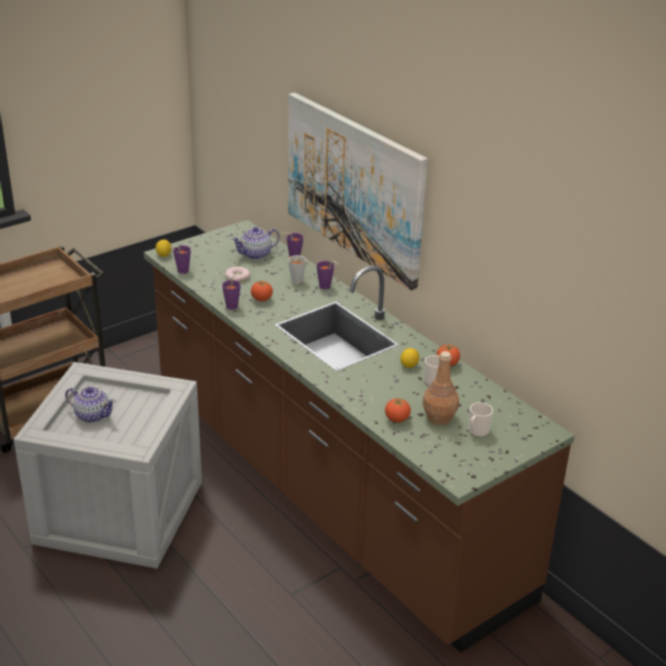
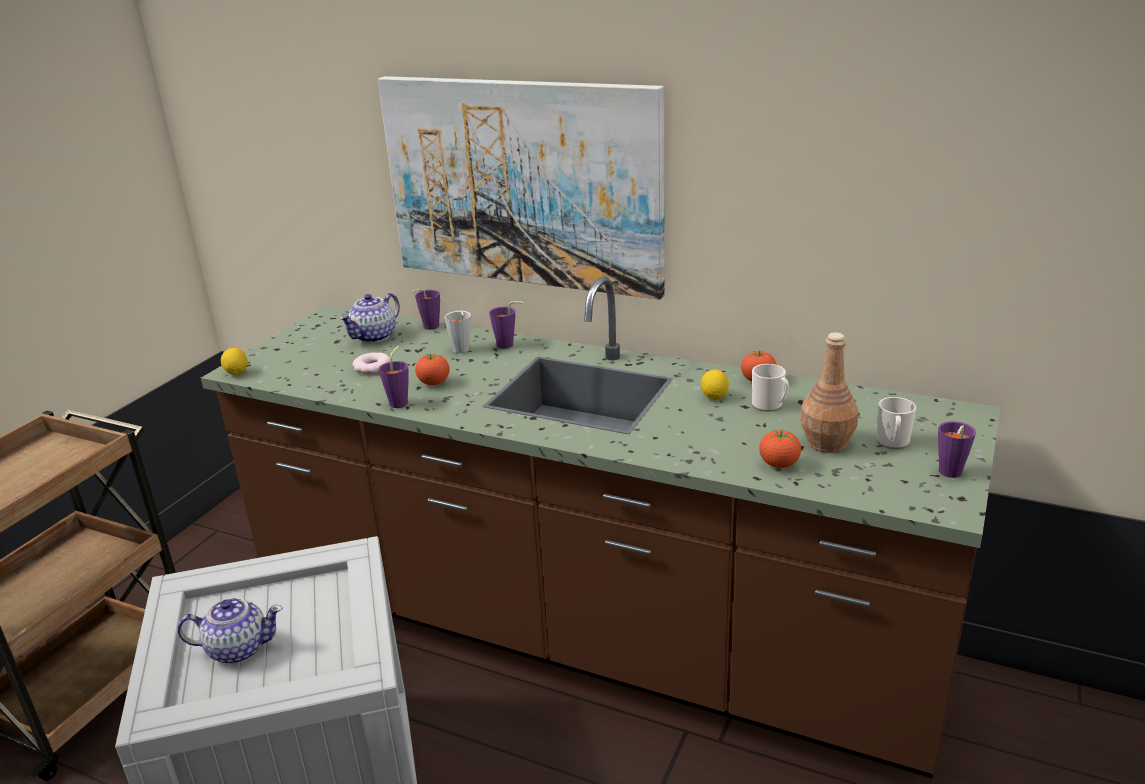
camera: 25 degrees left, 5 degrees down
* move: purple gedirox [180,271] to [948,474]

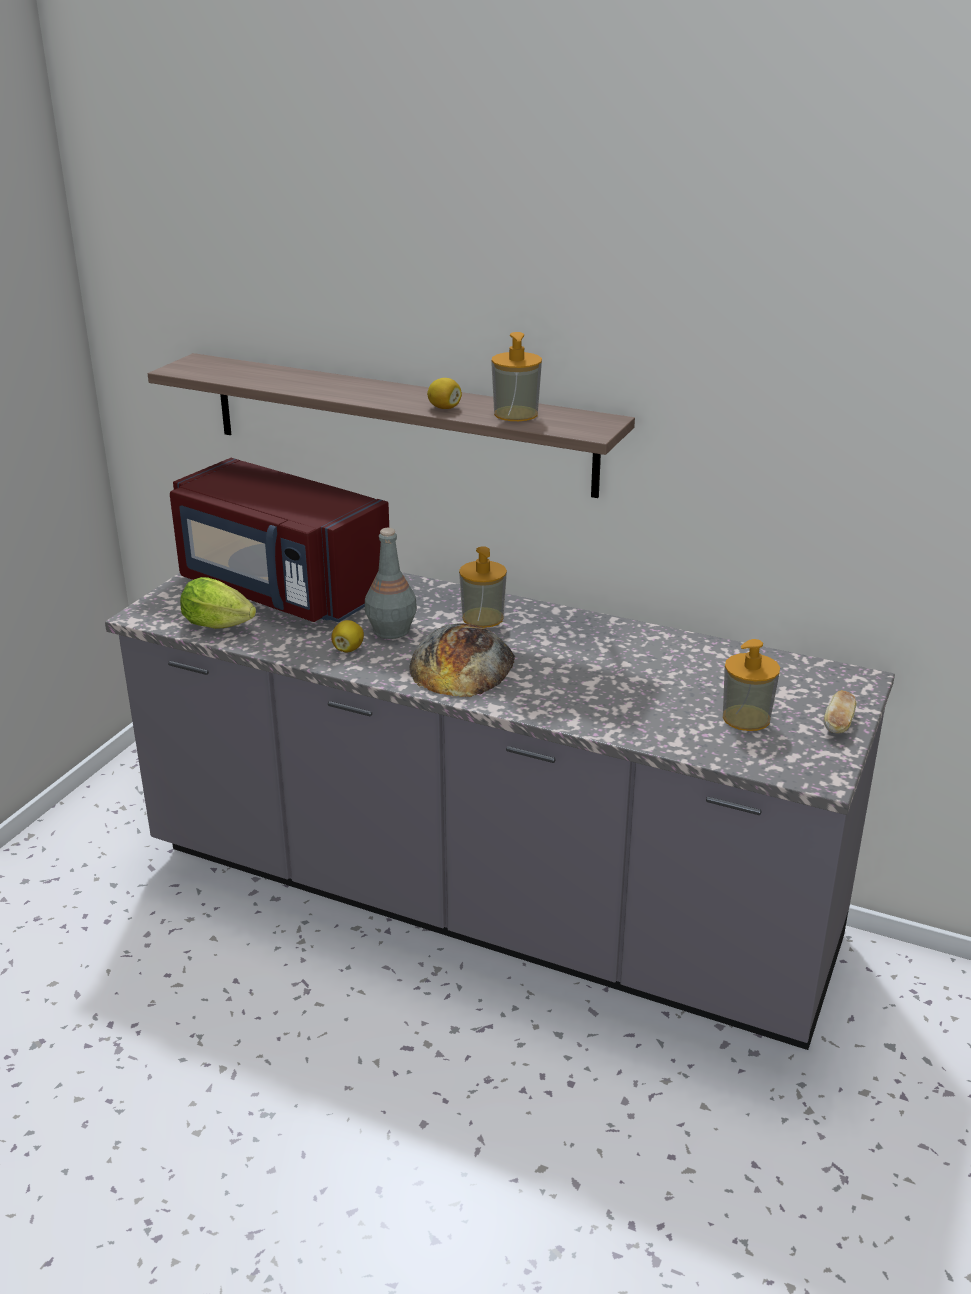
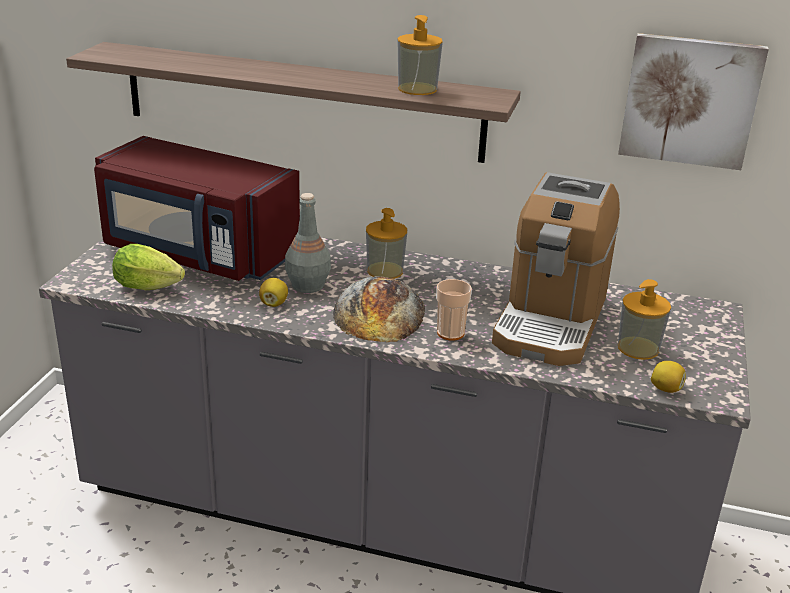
camera: 10 degrees left, 0 degrees up
* move: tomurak [444,408] to [666,389]
* delete: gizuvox [838,724]
* insert: gedirox [450,333]
* insert: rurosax [551,320]
* insert: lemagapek [690,101]

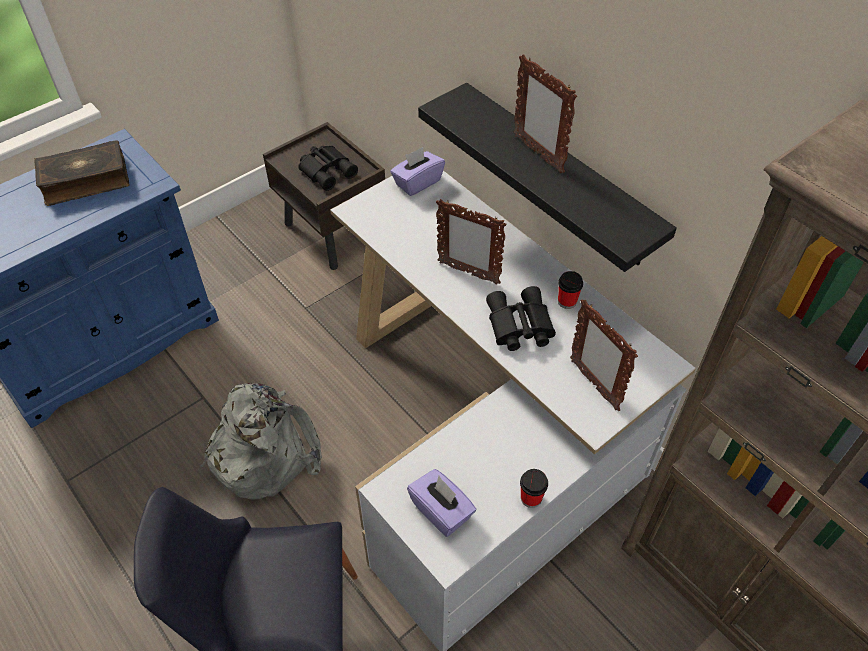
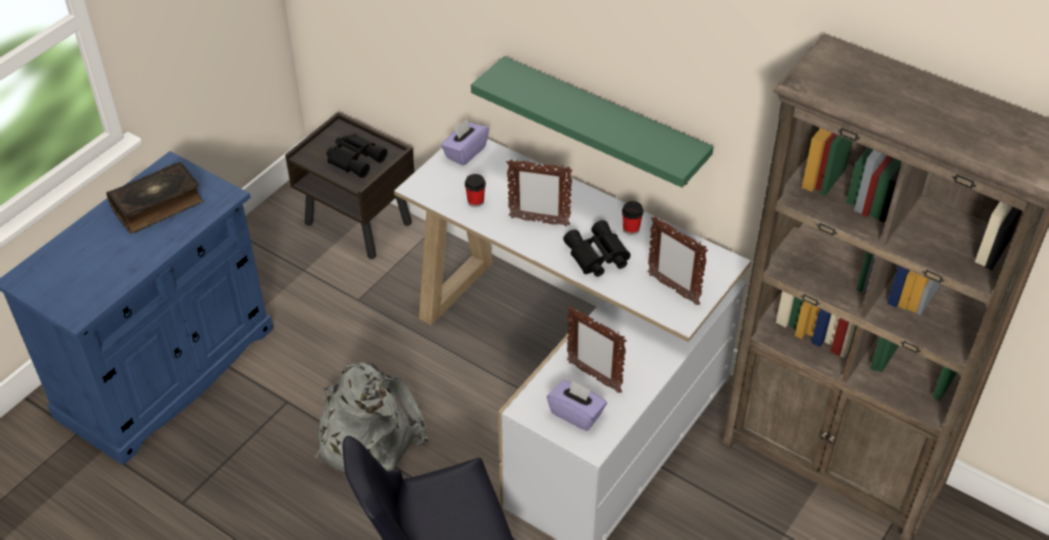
camera: 15 degrees left, 5 degrees down
* recolor: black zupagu [558,176] to green zupagu [603,122]
* move: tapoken [538,154] to [593,377]
* move: gedirox [531,498] to [475,201]

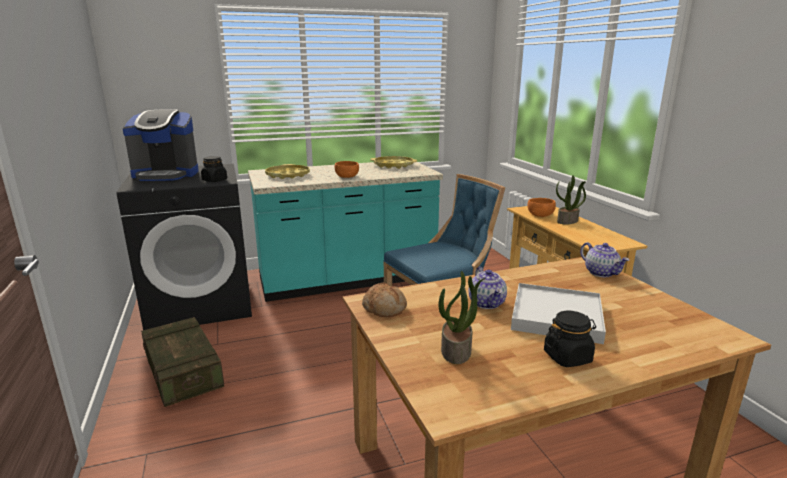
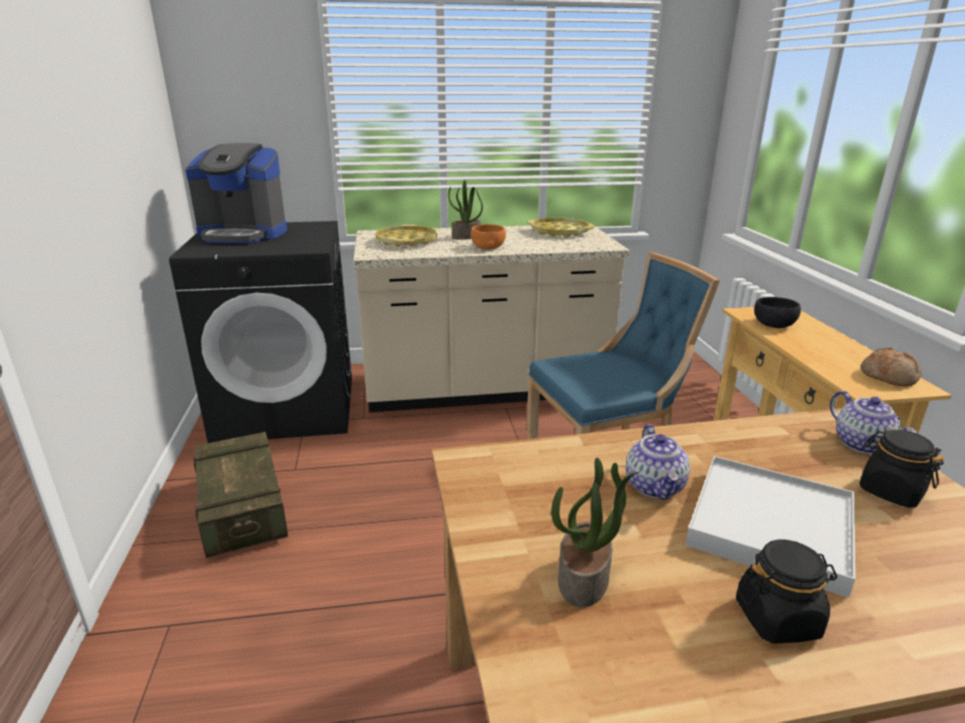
camera: 10 degrees right, 5 degrees up
* move: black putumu [214,180] to [890,491]
* recolor: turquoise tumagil [347,280] to beige tumagil [484,389]
* move: gizuvox [384,308] to [889,377]
* recolor: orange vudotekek [540,215] to black vudotekek [774,324]
* move: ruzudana [567,221] to [466,237]

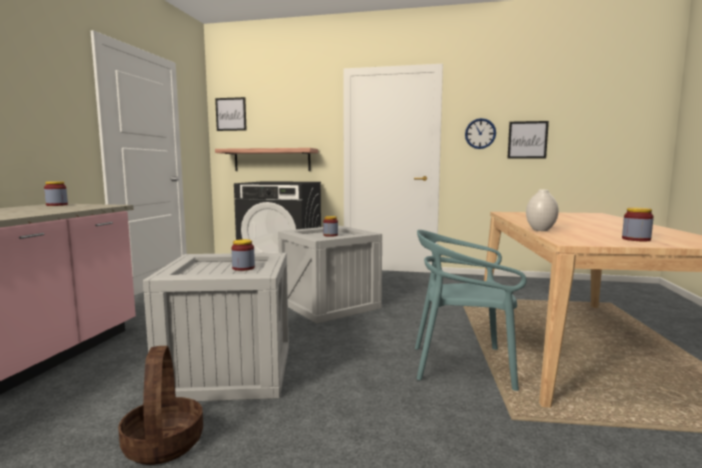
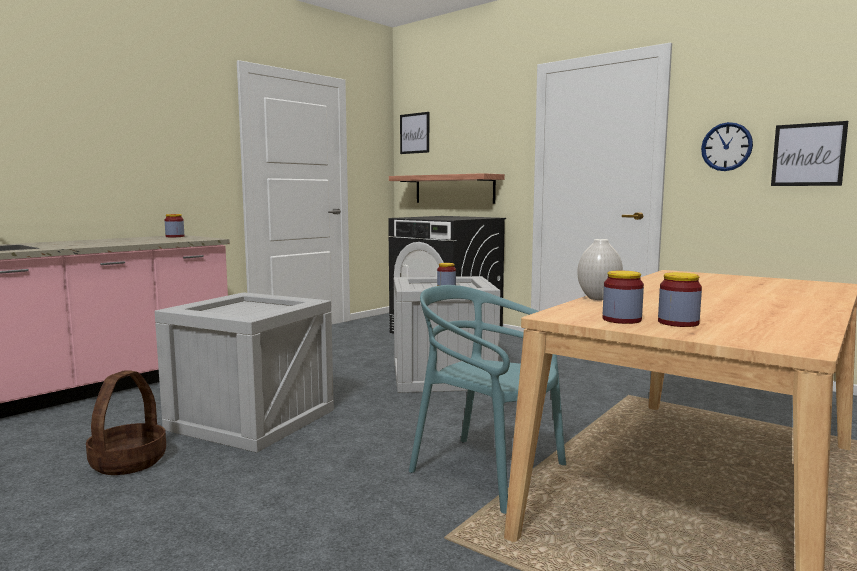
camera: 30 degrees right, 0 degrees up
* move: putumu [243,268] to [621,320]

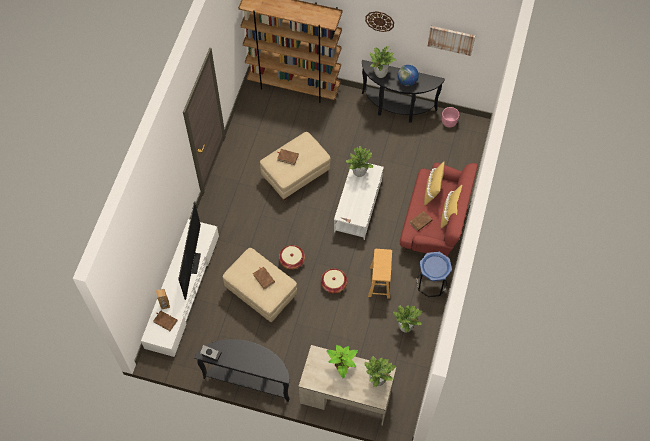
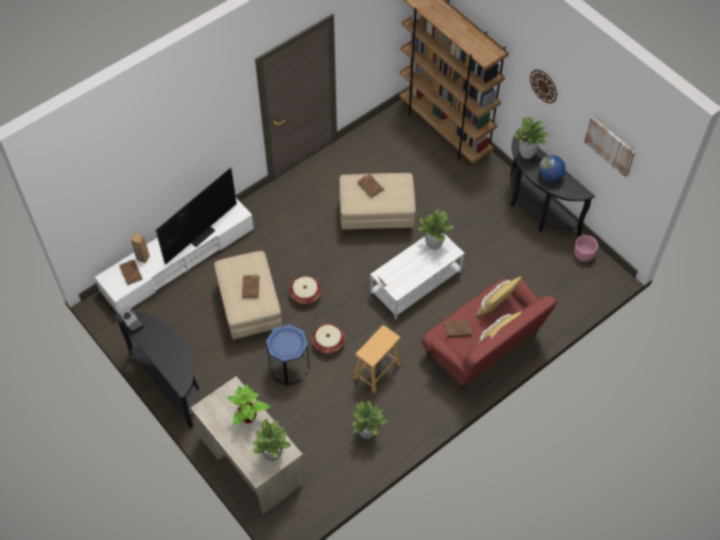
camera: 35 degrees right, 5 degrees down
* move: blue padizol [431,283] to [289,367]

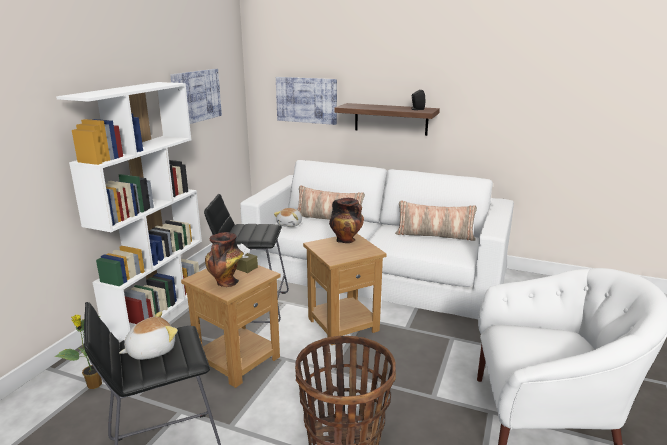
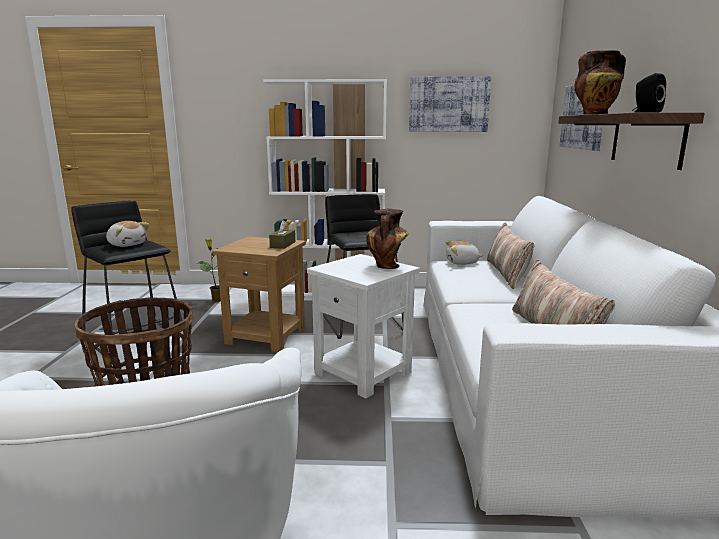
camera: 70 degrees right, 5 degrees down
* move: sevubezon [226,282] to [594,114]
* recolor: brown padizol [343,324] to white padizol [364,373]

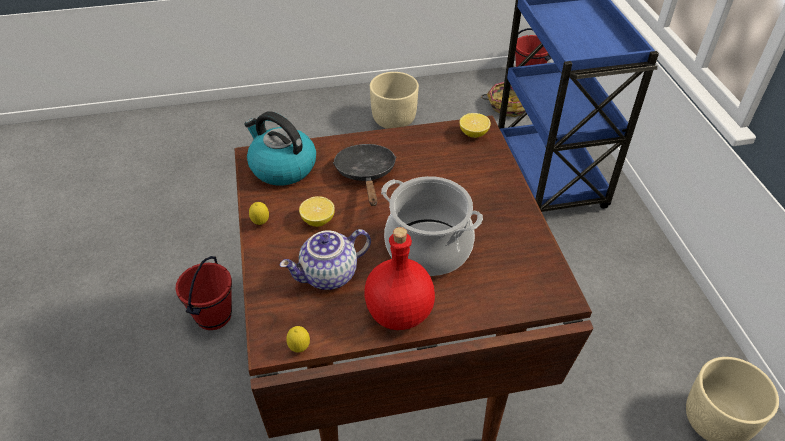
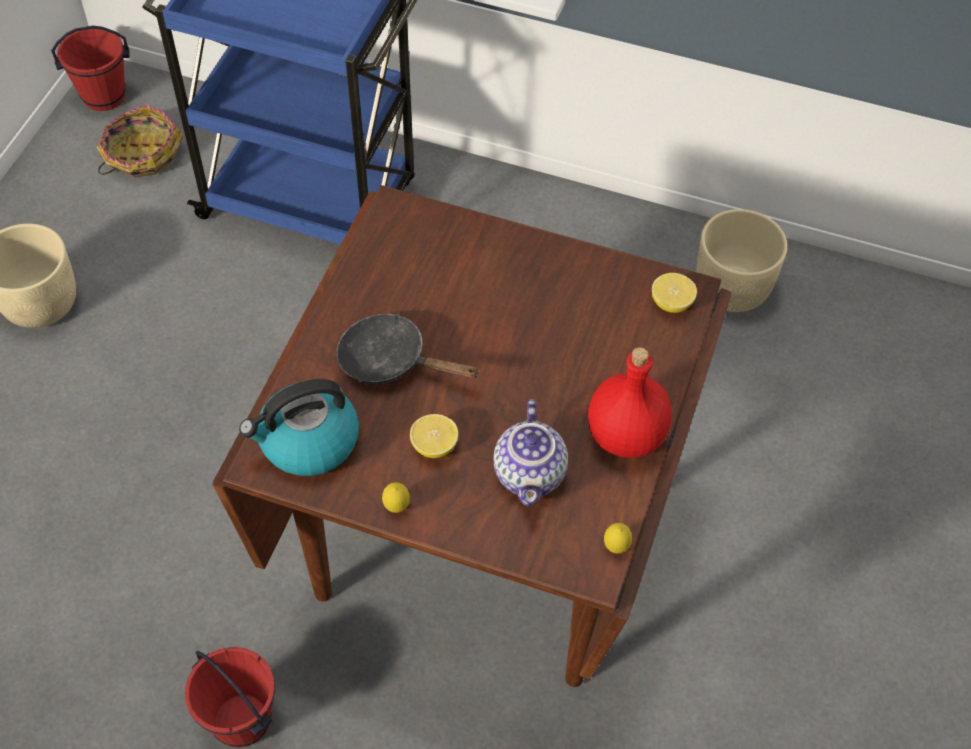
camera: 60 degrees left, 10 degrees up
* delete: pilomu [428,248]
* move: tomurak [473,133] to [671,303]

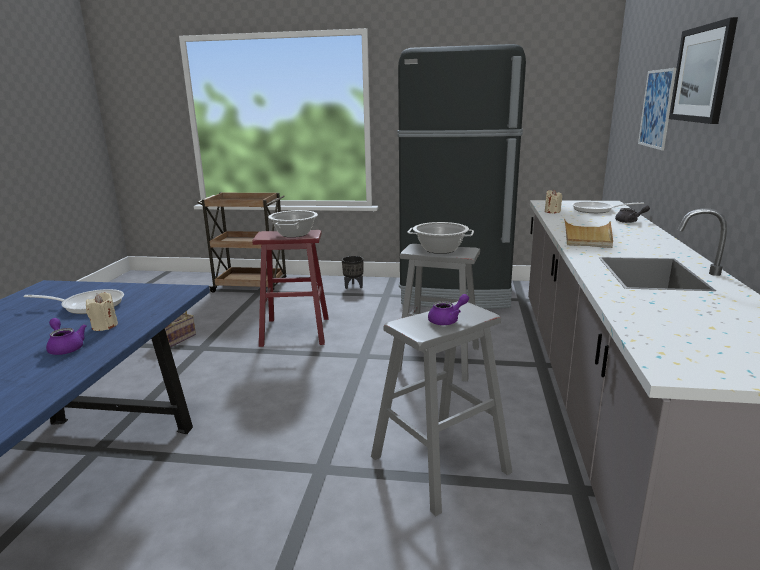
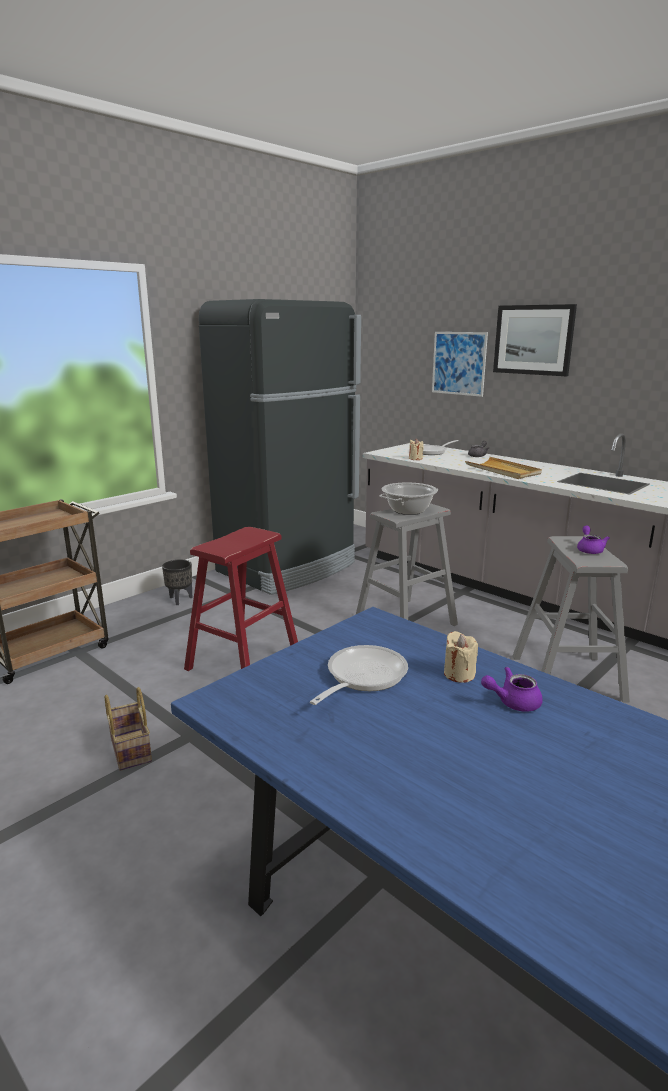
camera: 55 degrees left, 0 degrees up
* delete: pilomu [294,234]

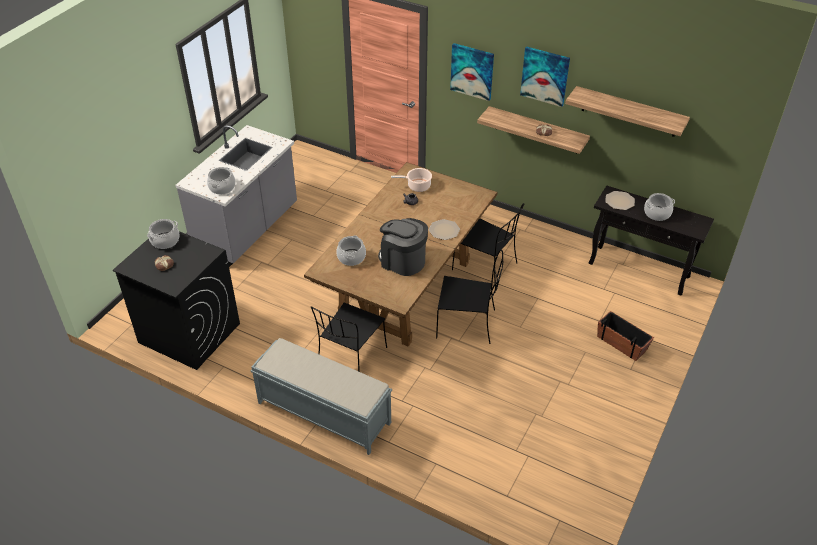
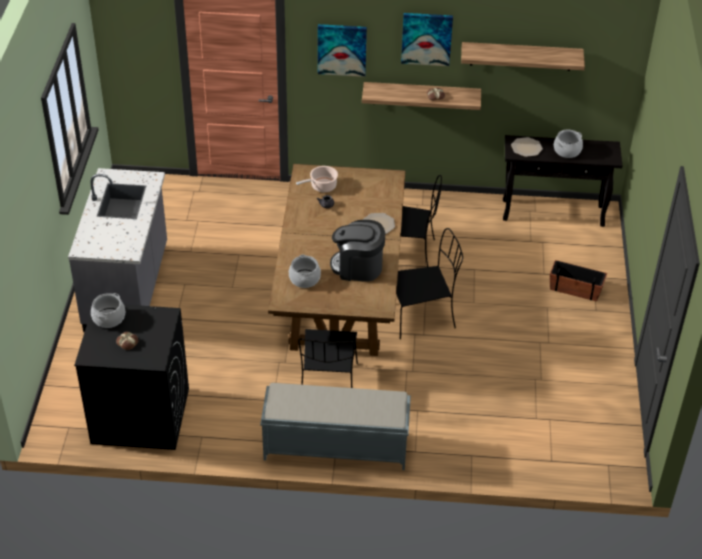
camera: 25 degrees left, 0 degrees up
* delete: pilomu [222,187]

